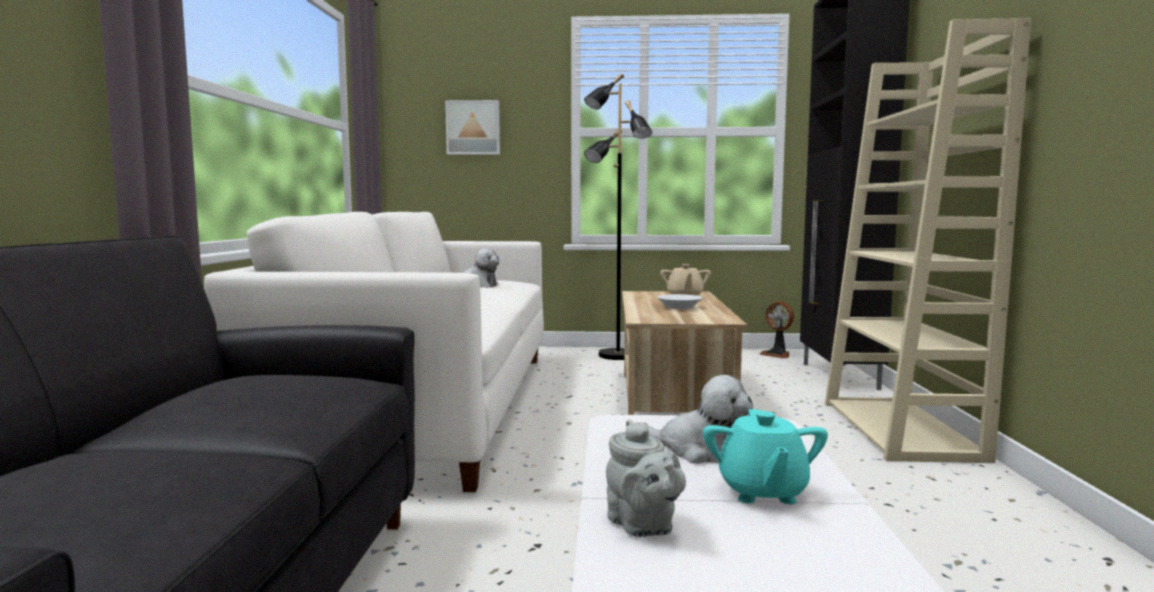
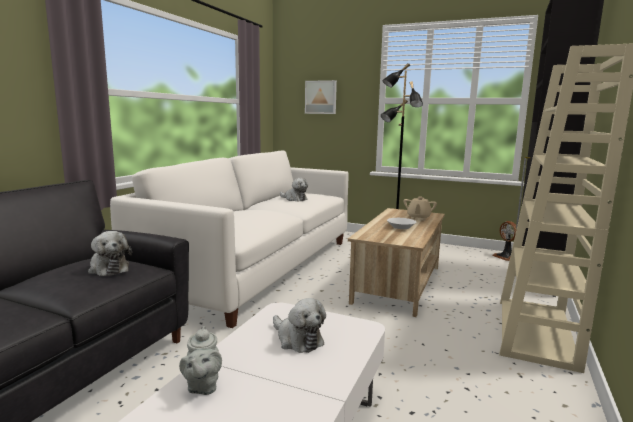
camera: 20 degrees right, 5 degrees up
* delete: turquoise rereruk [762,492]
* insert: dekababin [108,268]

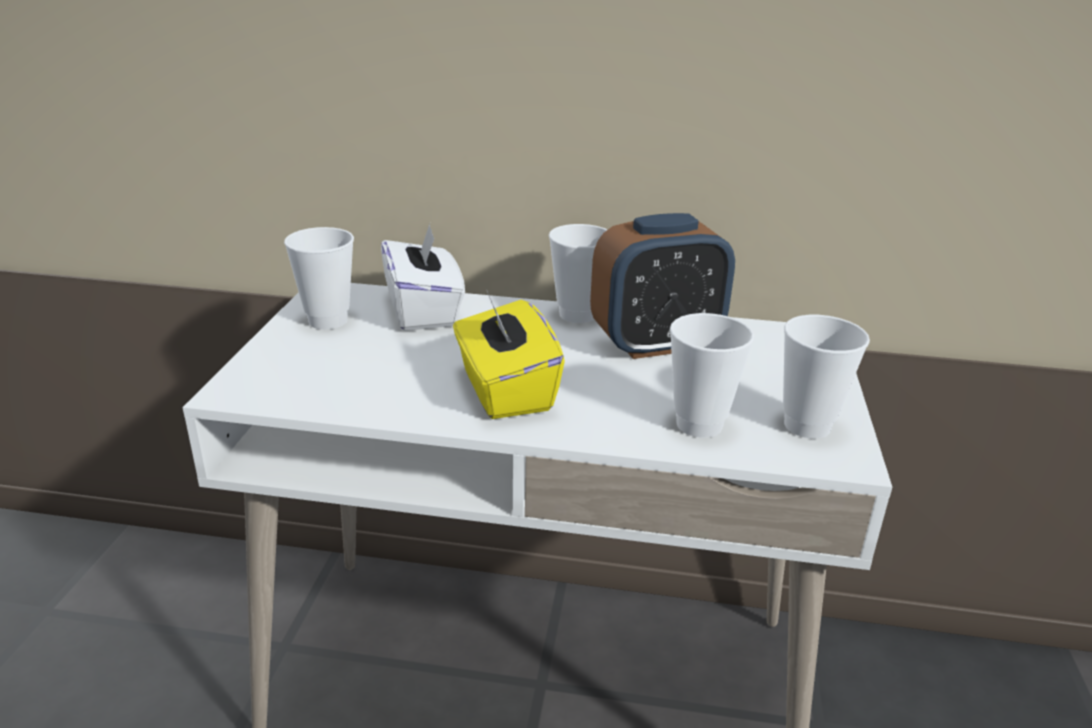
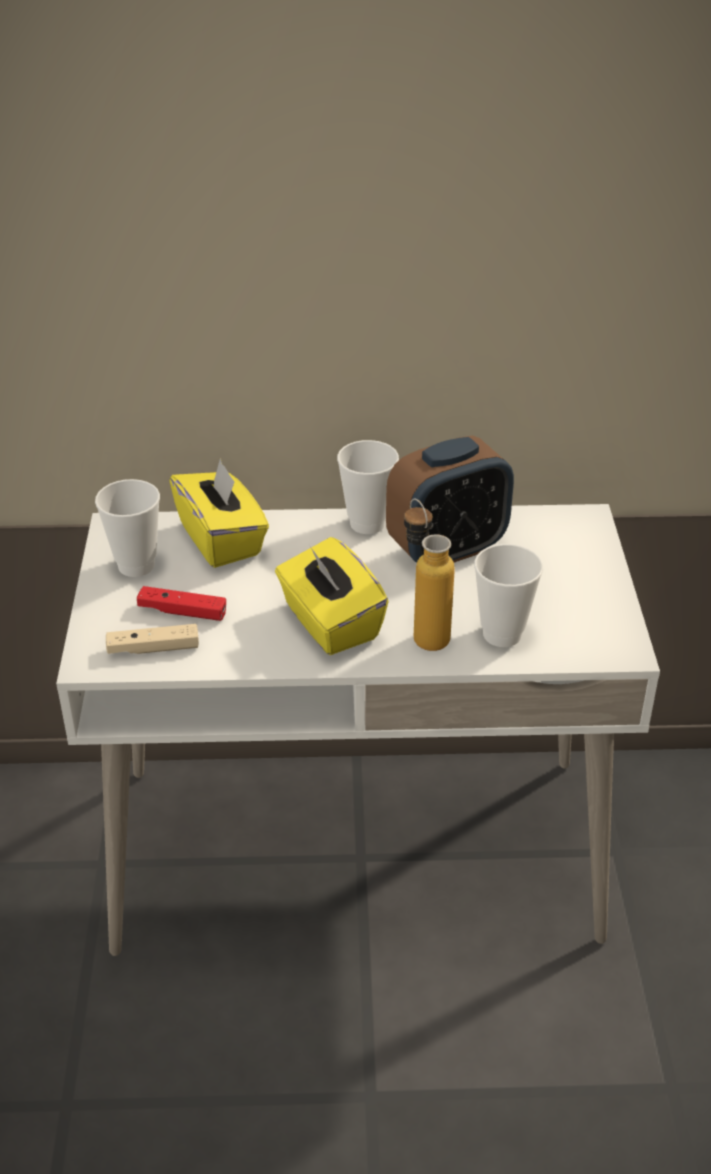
camera: 10 degrees left, 10 degrees up
* recolor: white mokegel [424,311] to yellow mokegel [222,540]
* delete: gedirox [807,425]
* insert: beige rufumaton [153,648]
* insert: red rufumaton [182,611]
* insert: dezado [423,631]

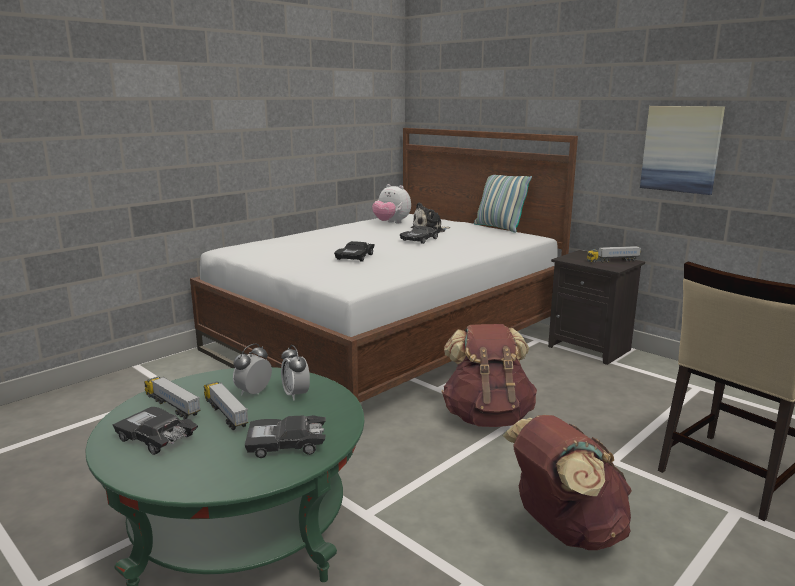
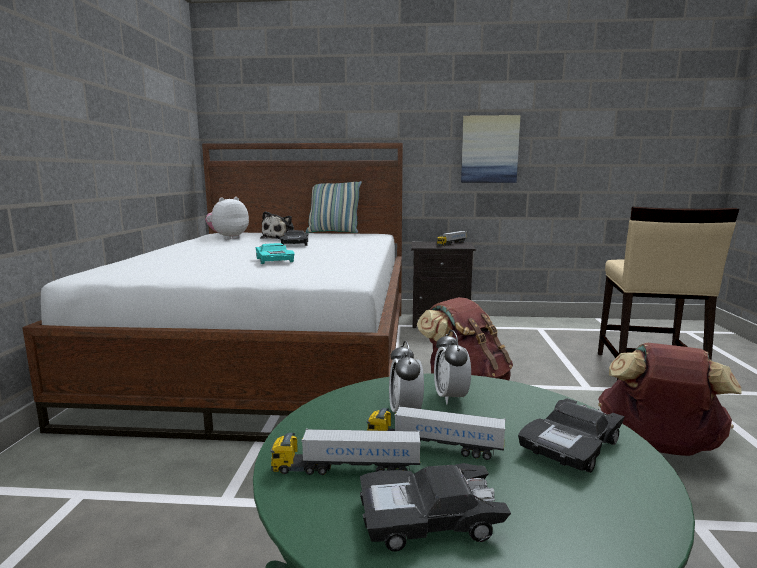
camera: 40 degrees left, 5 degrees down
* rotate: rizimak [296,394] = [450,397] 60 degrees clockwise
* recolor: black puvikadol [355,257] to turquoise puvikadol [274,260]
* rotate: dekababin [391,223] = [228,238] 135 degrees clockwise

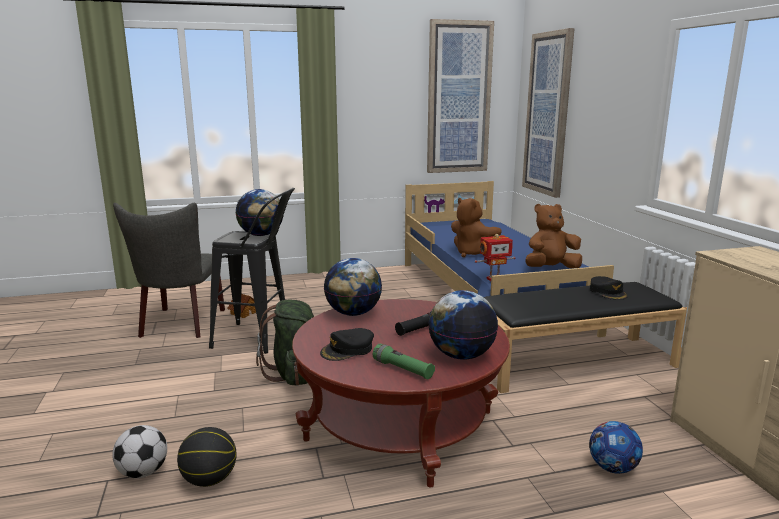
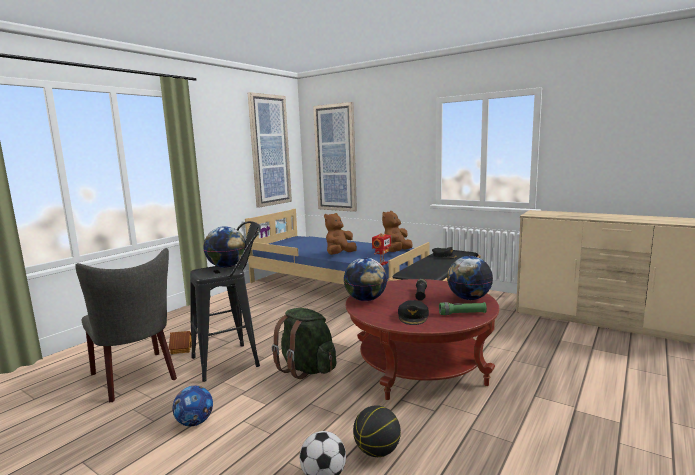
camera: 40 degrees left, 5 degrees down
* rotate: brown dekababin [473,254] = [339,254] 120 degrees clockwise
* move: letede [612,468] to [195,422]

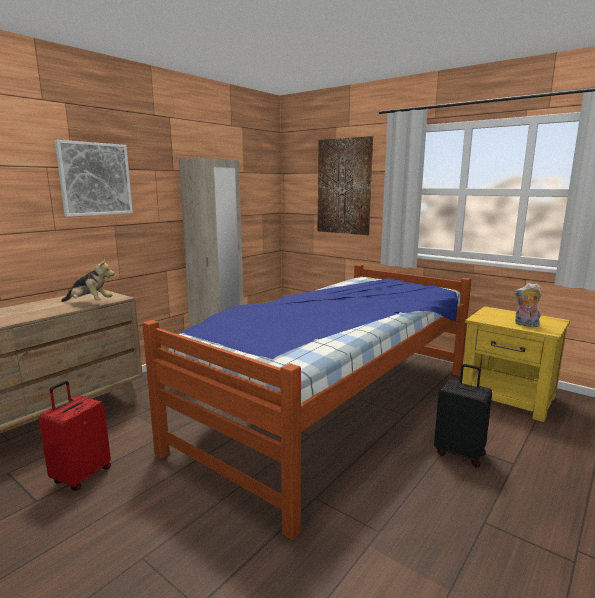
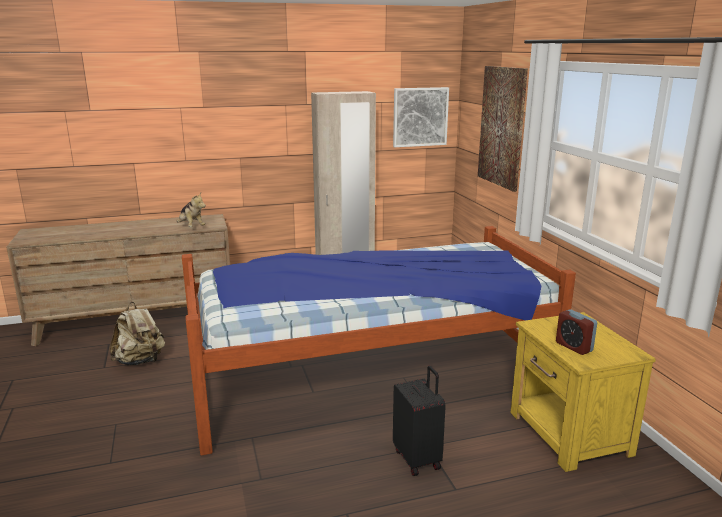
camera: 35 degrees right, 5 degrees up
* replace: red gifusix [81,475] to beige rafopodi [140,361]
* move: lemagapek [95,179] to [420,117]
* replace: dekababin [525,325] to rizimak [574,347]

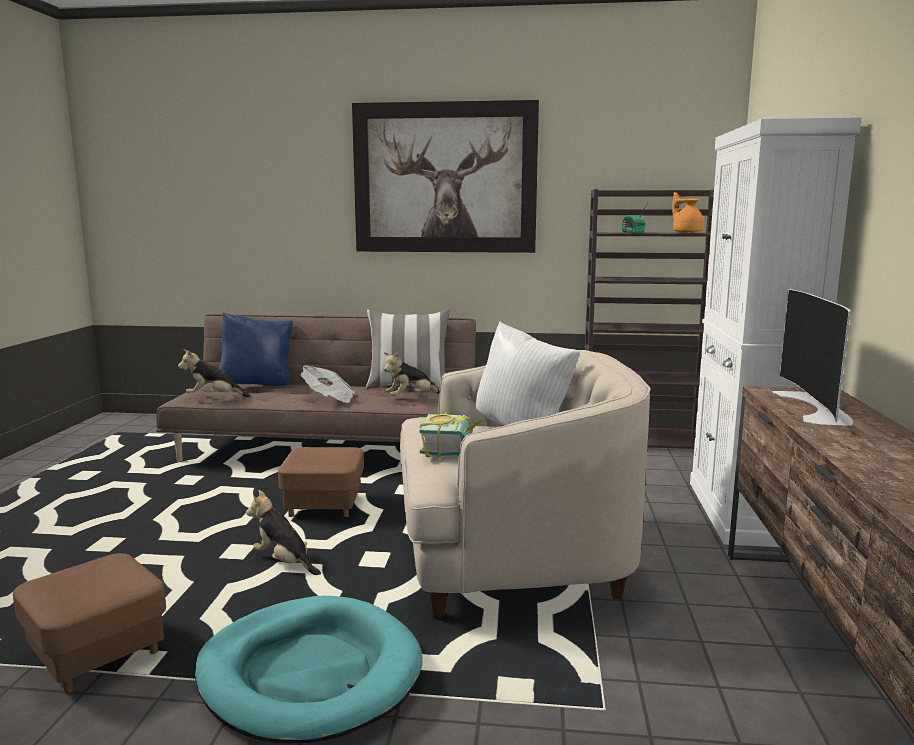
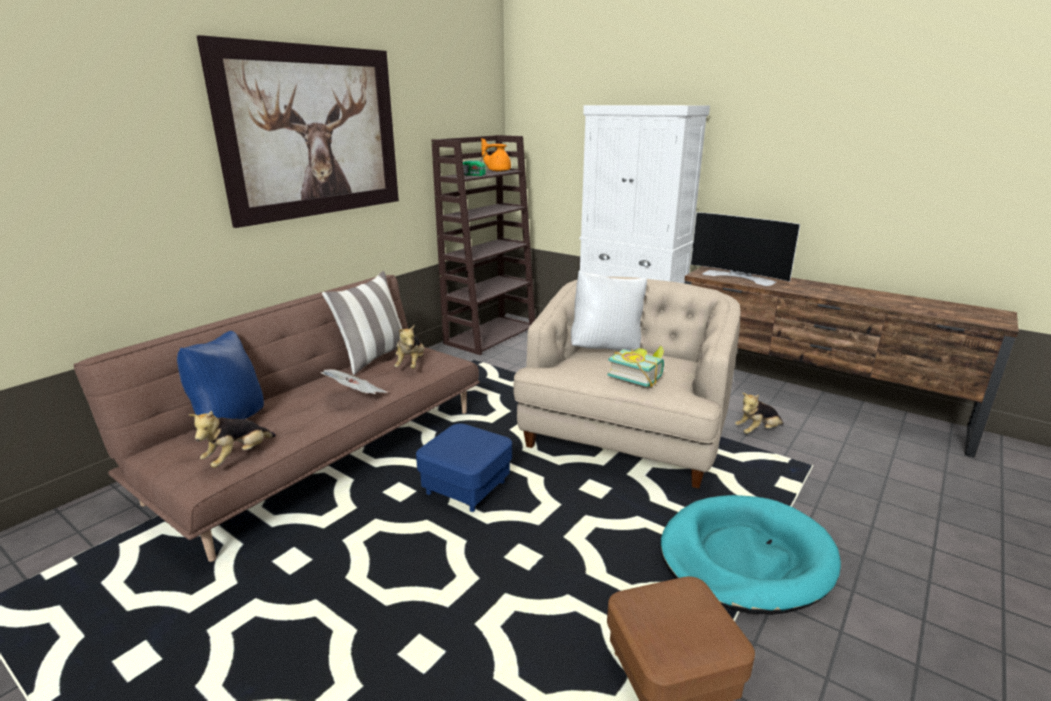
camera: 60 degrees left, 10 degrees up
* move: dekababin [284,562] to [757,431]
* recolor: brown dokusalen [324,506] to blue dokusalen [466,488]

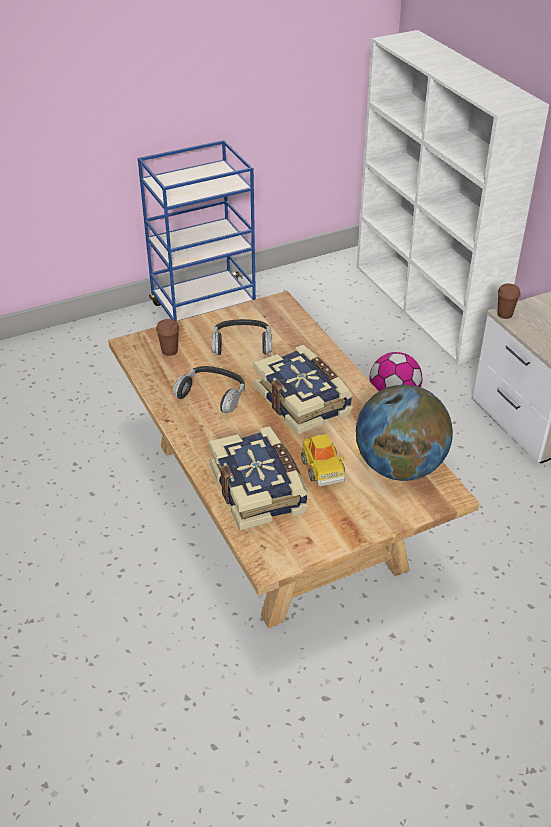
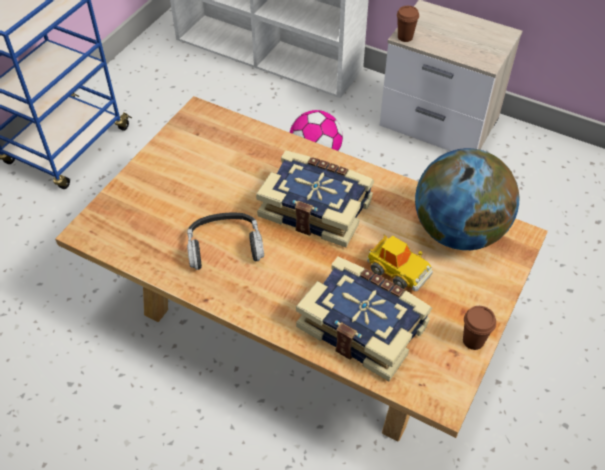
camera: 35 degrees left, 10 degrees up
* move: brown gedirox [169,351] to [473,340]
* delete: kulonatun [242,344]

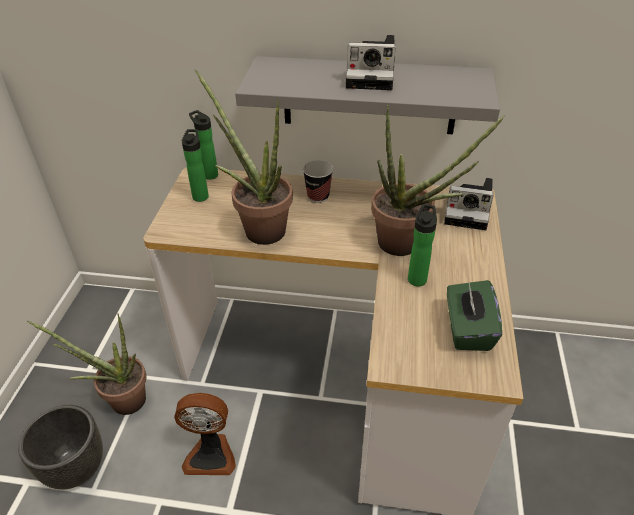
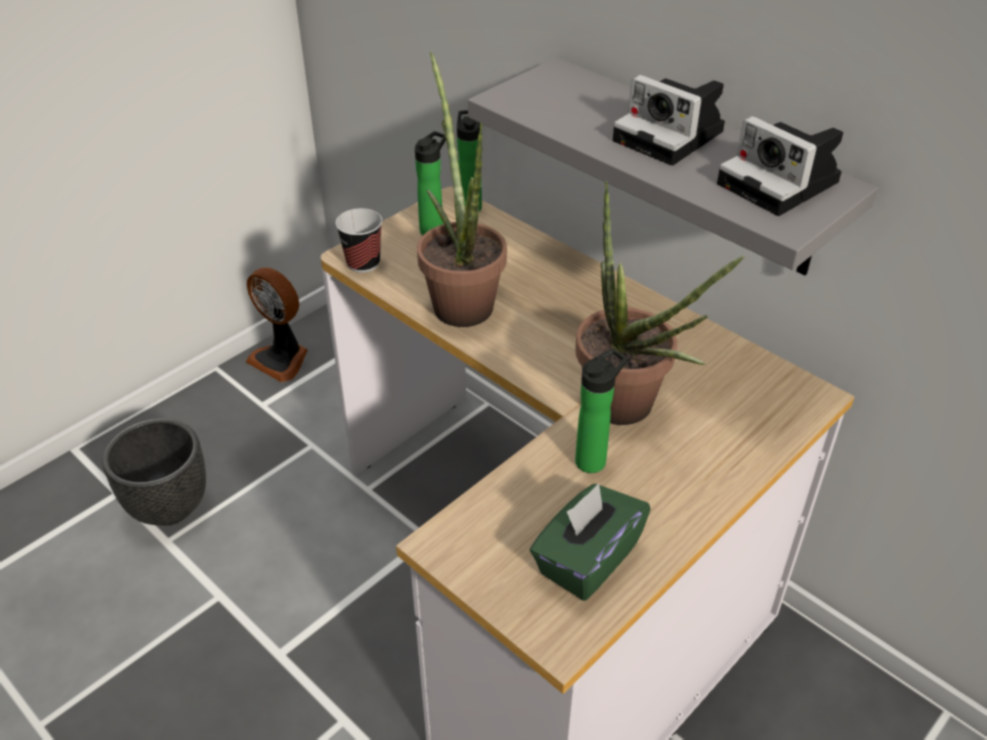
camera: 35 degrees right, 0 degrees up
* delete: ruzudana [121,401]
* move: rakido [211,454] to [282,359]
* move: gedirox [318,196] to [363,263]
* move: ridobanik [469,211] to [782,184]

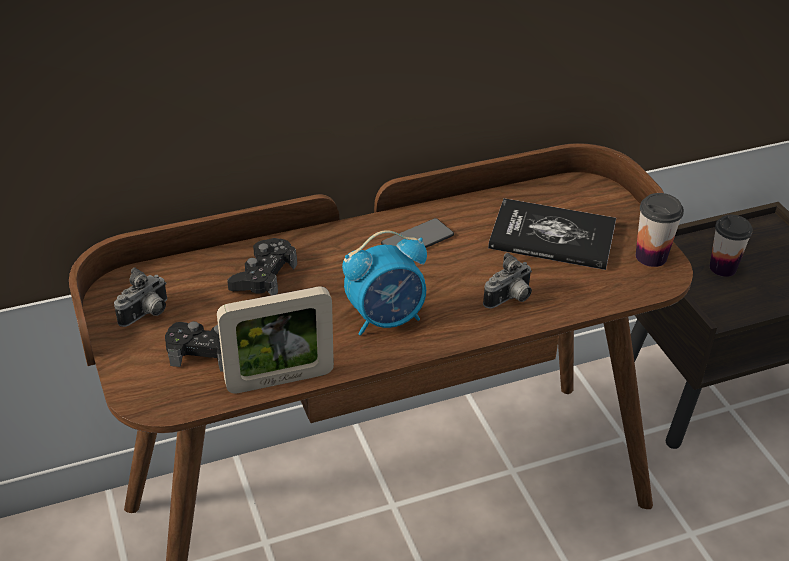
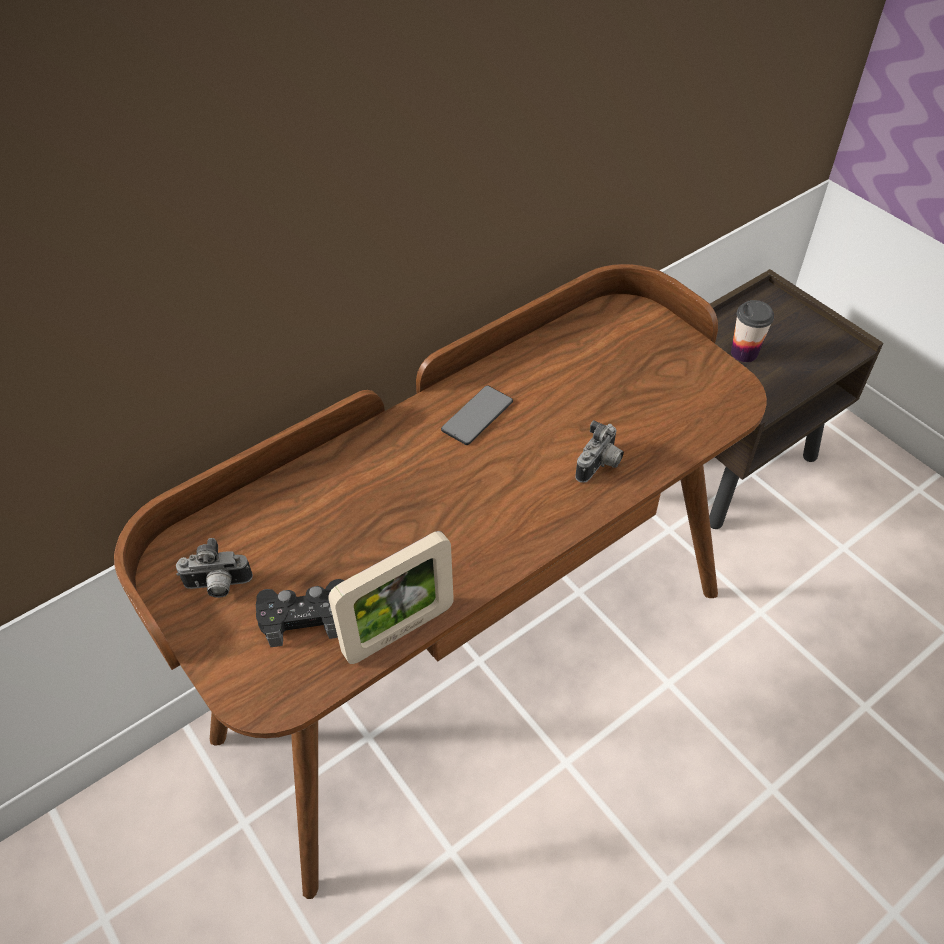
camera: 15 degrees left, 10 degrees up
* rotate: ridobanik [147,315] = [218,586] 60 degrees clockwise
* delete: black rufumaton [263,275]
* delete: rizimak [386,319]
* delete: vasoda [552,236]
* delete: gedirox [651,256]

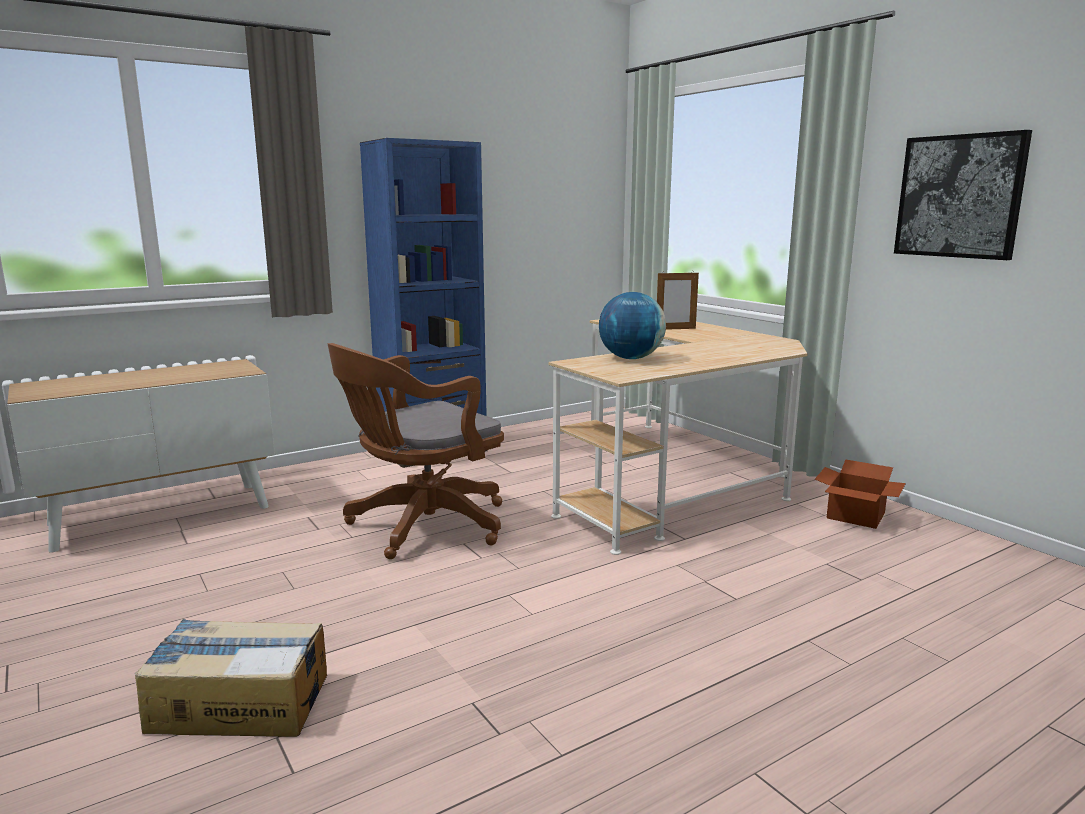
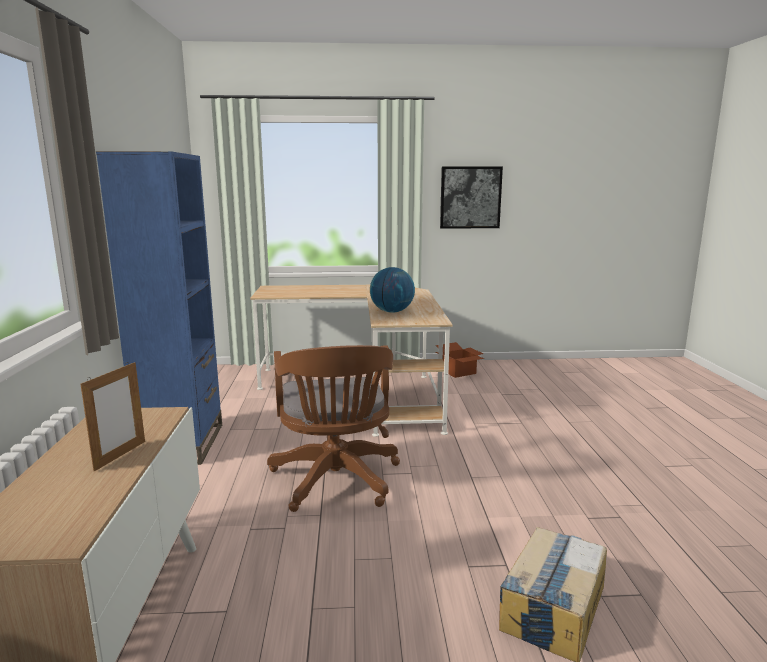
camera: 60 degrees left, 0 degrees up
* move: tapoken [675,329] to [120,455]

